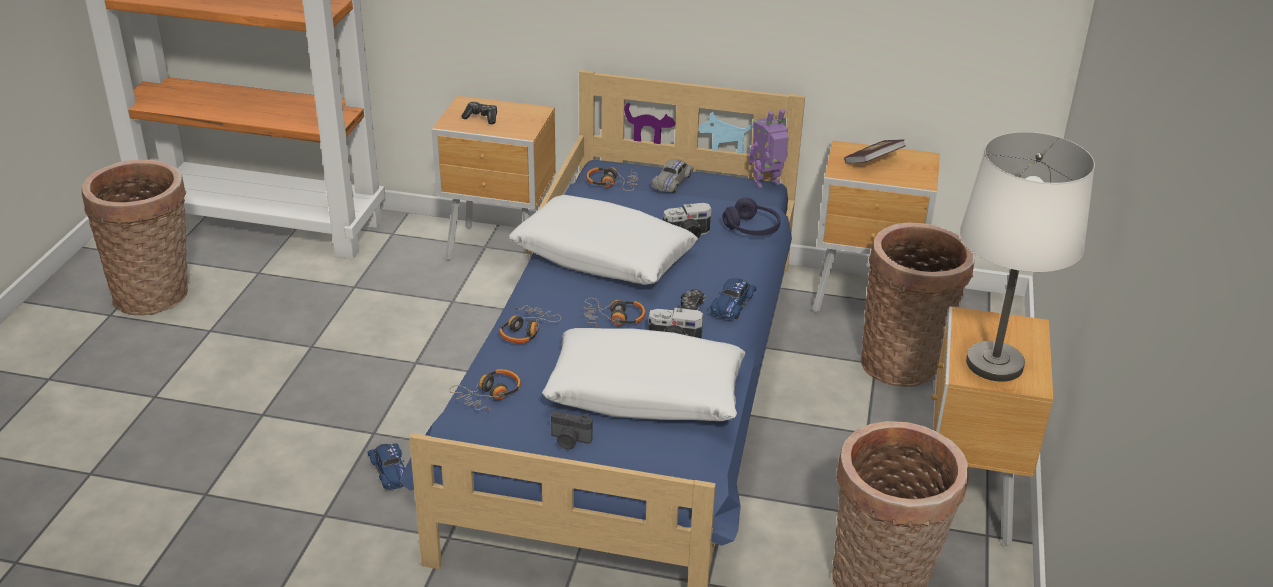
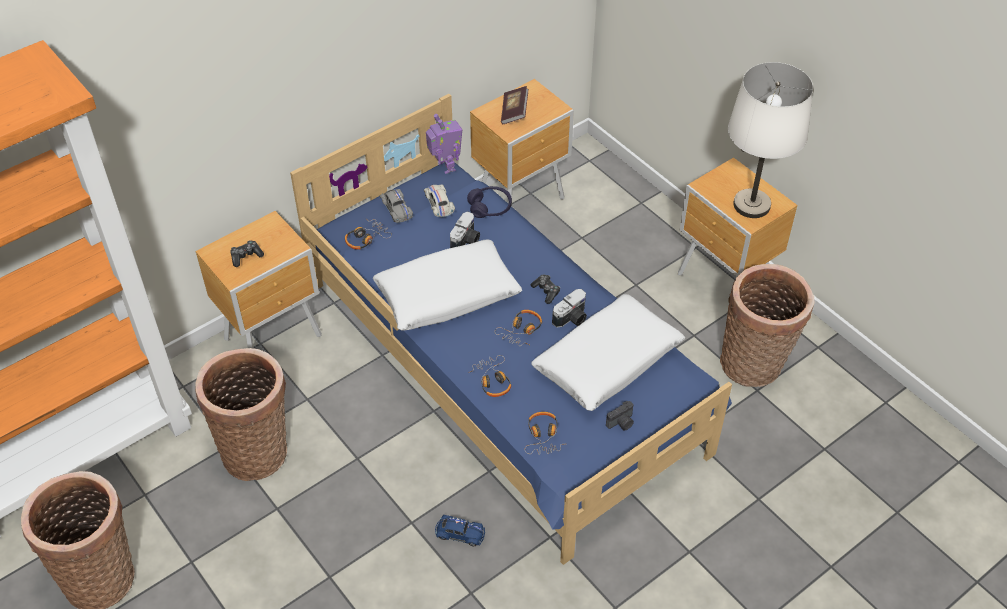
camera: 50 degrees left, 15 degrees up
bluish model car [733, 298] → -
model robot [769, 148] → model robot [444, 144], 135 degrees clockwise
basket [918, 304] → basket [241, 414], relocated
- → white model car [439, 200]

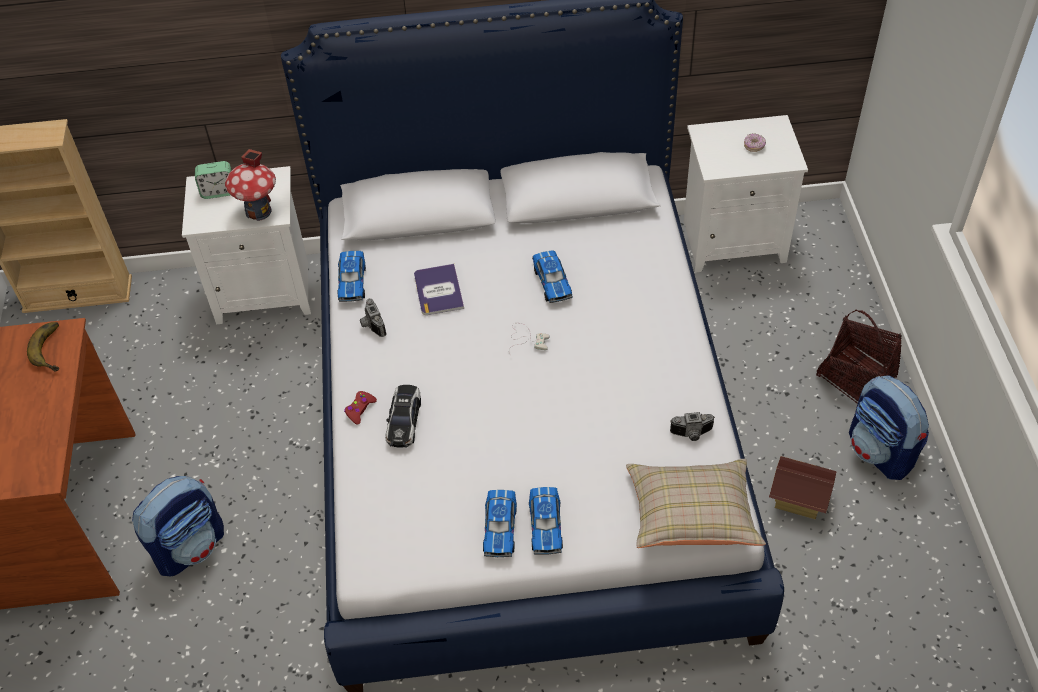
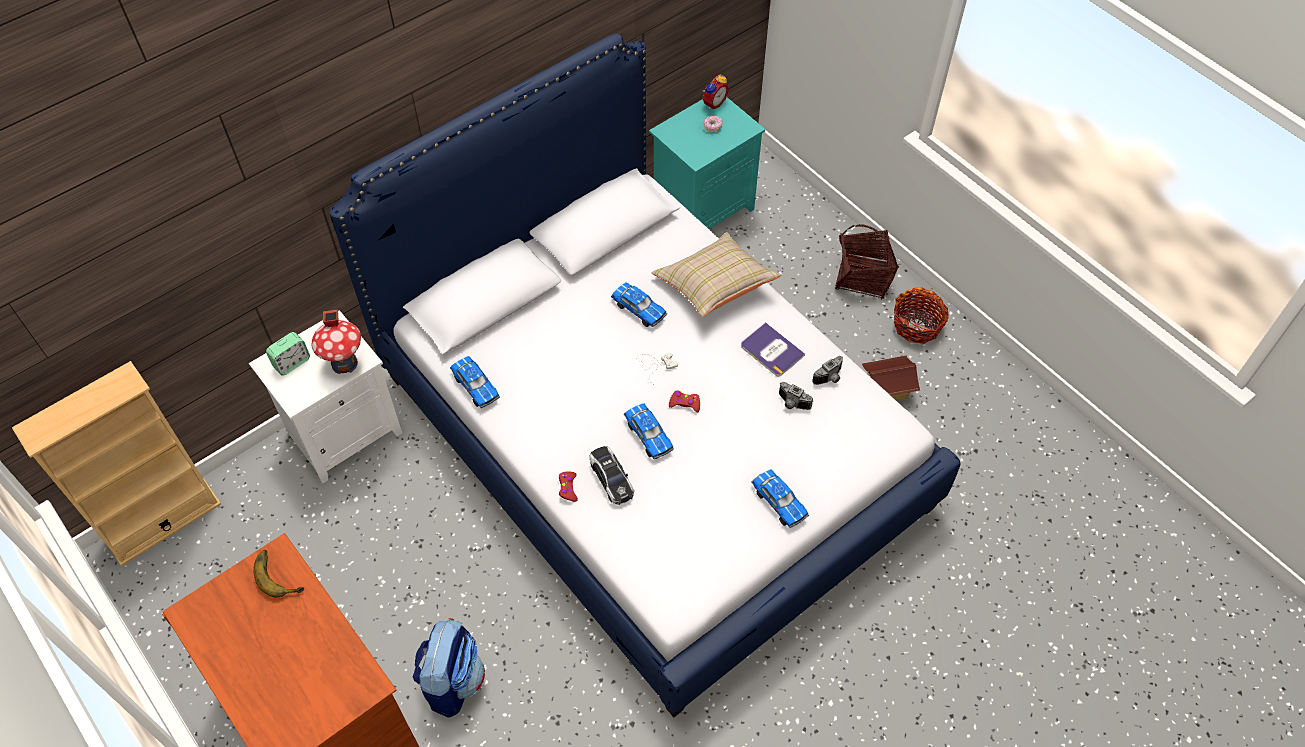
camera: 35 degrees left, 5 degrees up
photo camera [373, 318] → photo camera [796, 396], relocated
book [439, 289] → book [773, 349], relocated
model car [500, 523] → model car [649, 431], relocated
beige-coloured pillow [696, 503] → beige-coloured pillow [716, 274], relocated
white bedside table [746, 194] → turquoise bedside table [707, 163]
rucksack [889, 427] → basket [921, 315]
- → red-coloured game controller [684, 401]
- → table clock [715, 92]

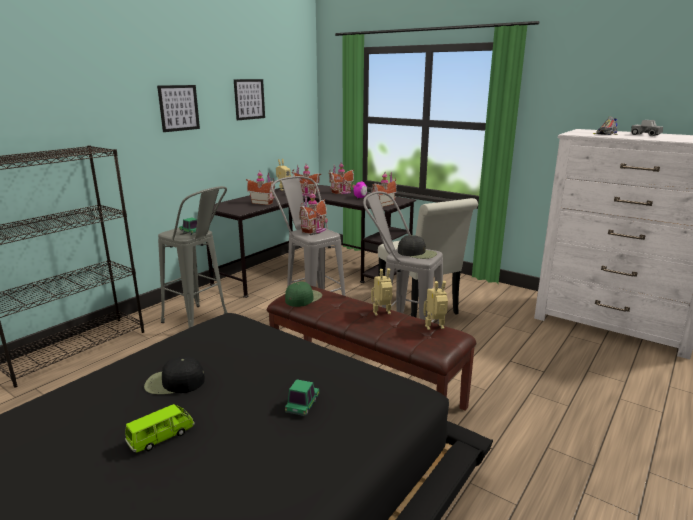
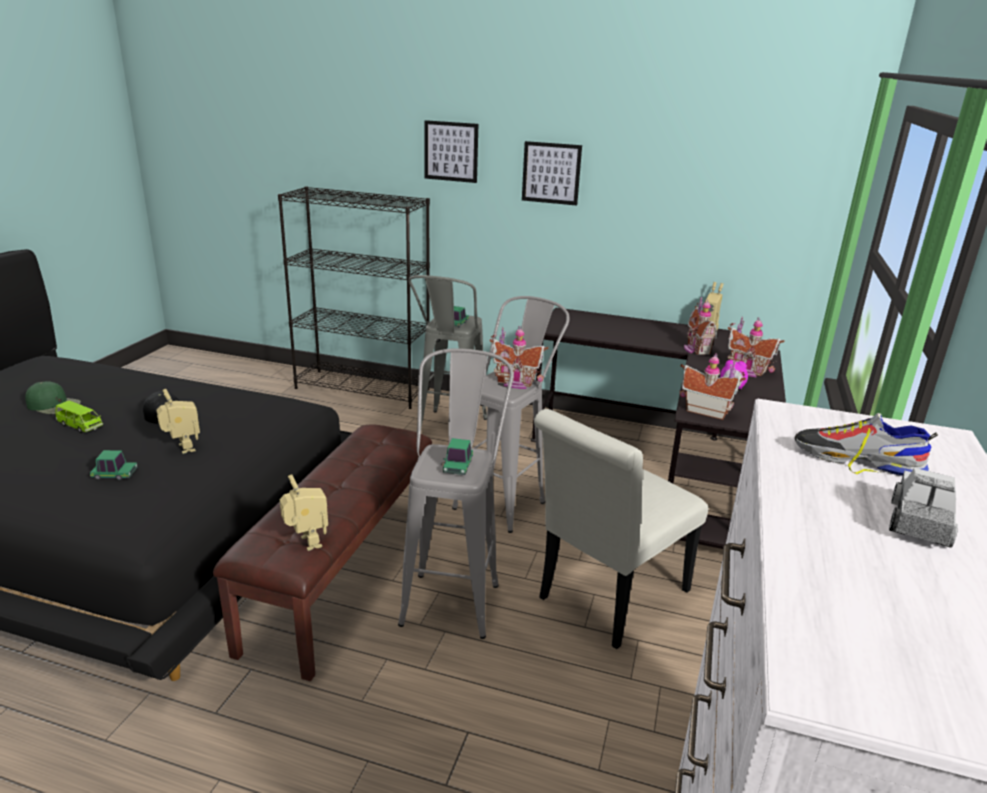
camera: 70 degrees right, 5 degrees up
wall picture [249, 99] → wall picture [451, 151], relocated
toy house [260, 188] → -
green baseball cap [303, 294] → green baseball cap [53, 397], relocated
model robot [382, 292] → model robot [178, 421], relocated
black-coloured baseball cap [417, 247] → model car [458, 456]

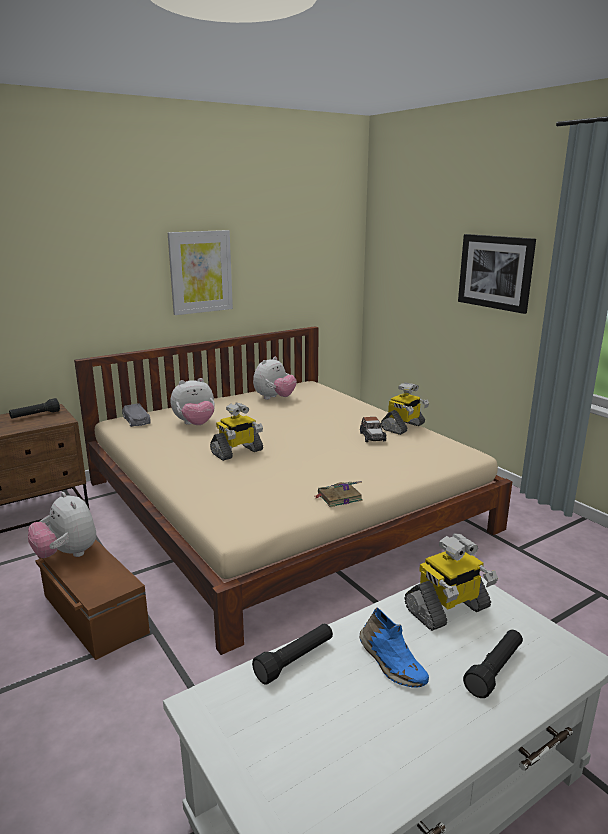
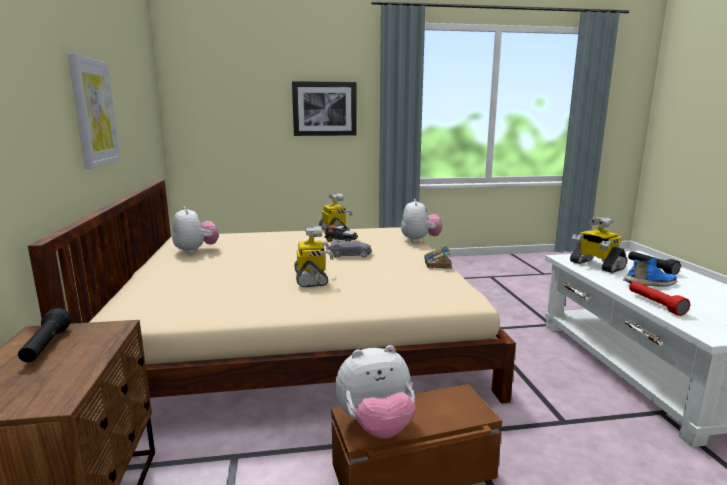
camera: 65 degrees left, 5 degrees down
grey model car [136, 415] → grey model car [350, 249], relocated
plush toy [193, 401] → plush toy [421, 221], relocated
black-coloured torch [292, 654] → red-coloured torch [659, 298]
model robot [451, 582] → model robot [598, 245], 150 degrees clockwise

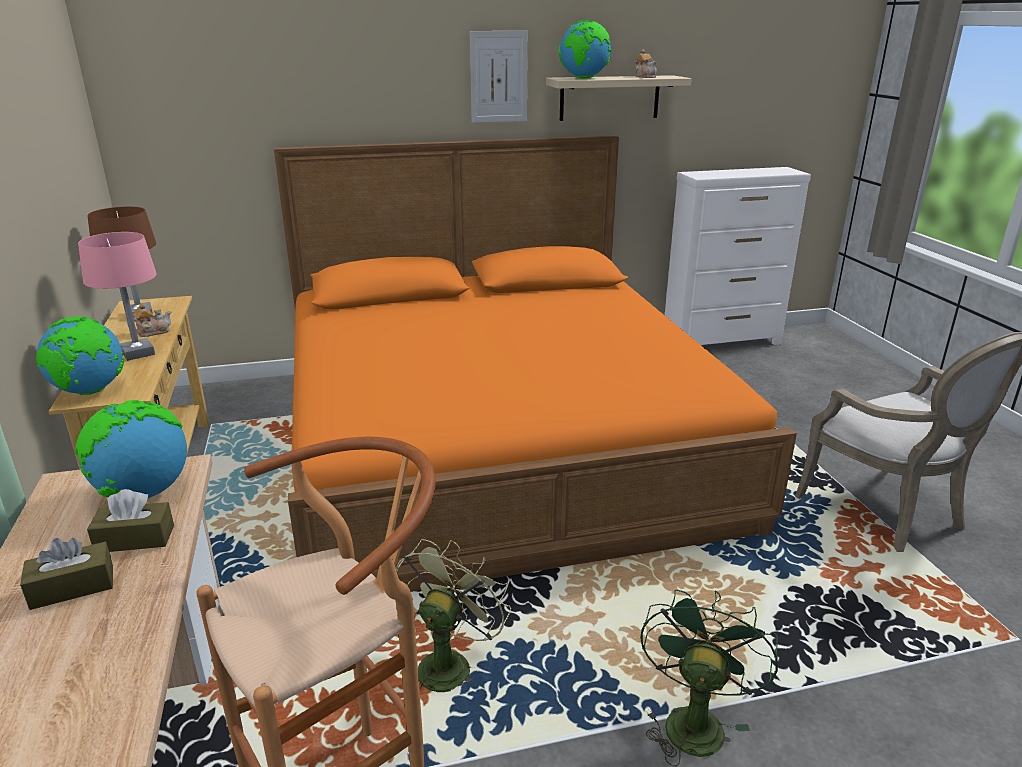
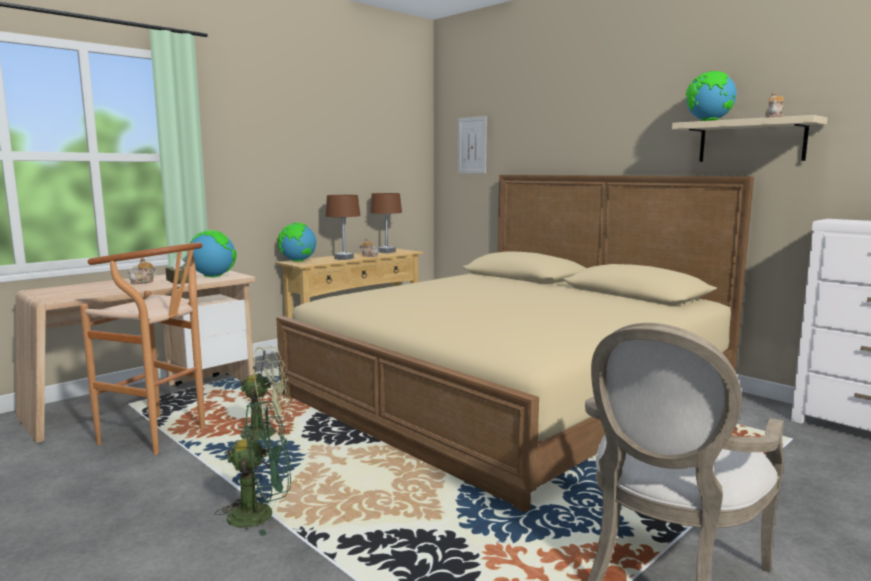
camera: 60 degrees right, 15 degrees down
brown tissue box [66, 574] → pot for tea [141, 271]
pink tabletop lamp [117, 296] → brown tabletop lamp [343, 227]
orange bedroom bed [535, 363] → beige-coloured bedroom bed [515, 343]
wall picture [499, 77] → wall picture [472, 144], relocated

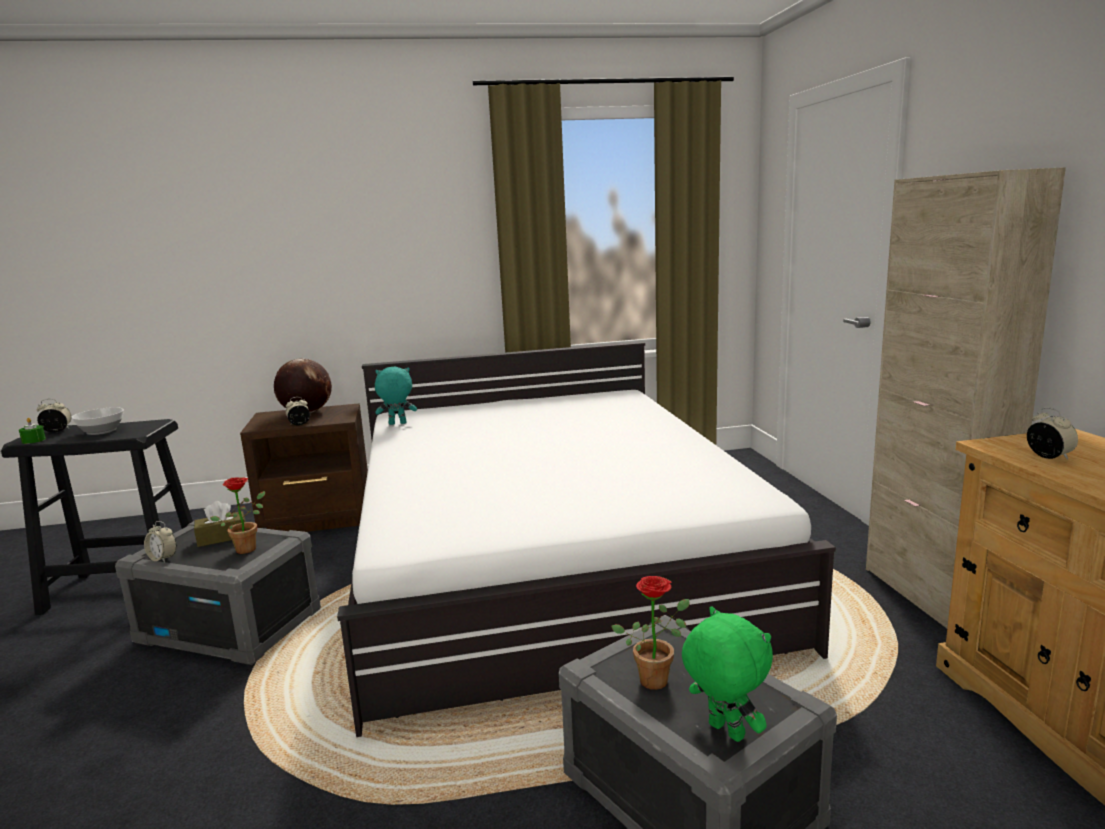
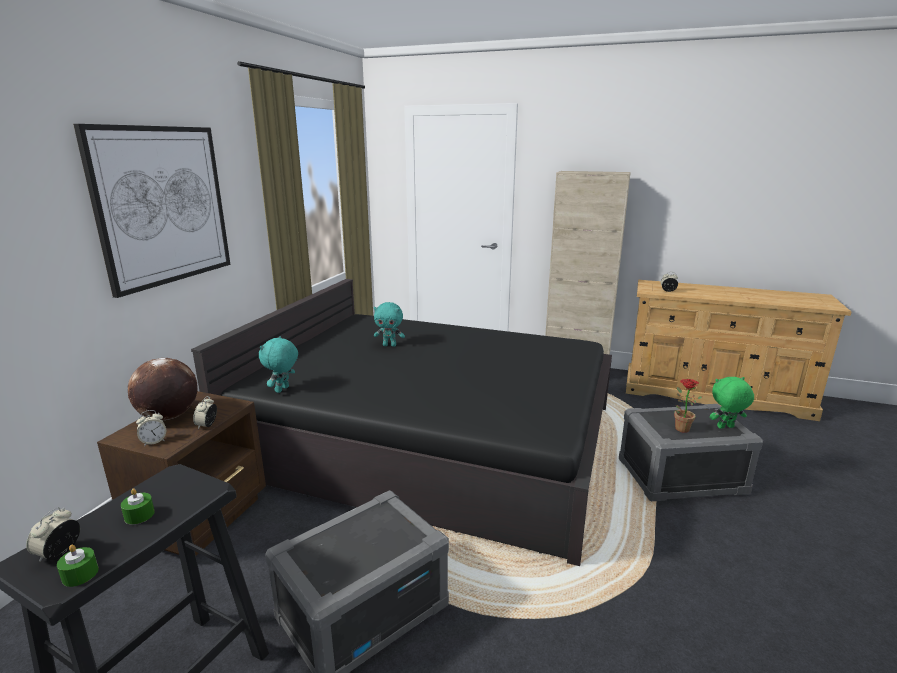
camera: 60 degrees left, 5 degrees up
bowl [97, 421] → green wax candle [138, 506]
table clock [160, 541] → table clock [151, 428], relocated
brown tissue box [220, 524] → -
houseplant [237, 515] → -
white bedroom bed [586, 539] → black-coloured bedroom bed [401, 422]
- → wall picture [152, 211]
- → turquoise plush toy [389, 324]

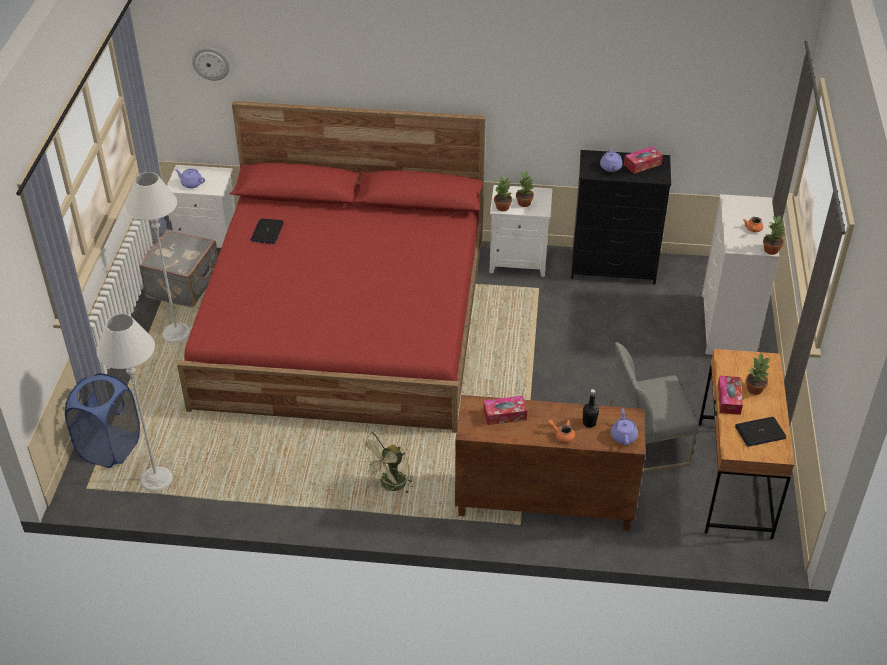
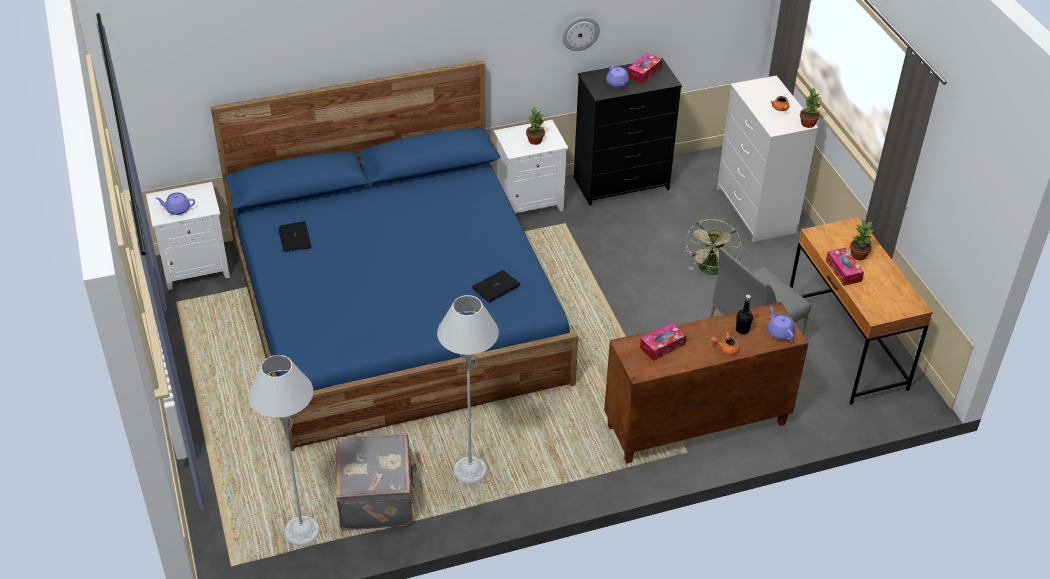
camera: 25 degrees left, 0 degrees up
bluish washing basket [102, 420] → -
grey floor lamp [158, 257] → grey floor lamp [468, 389], relocated
grey piece of luggage [178, 268] → grey piece of luggage [376, 481], relocated
red-coloured bedroom bed [331, 267] → bluish bedroom bed [394, 255]
clock on the wall [211, 64] → clock on the wall [581, 34], relocated
green fan [385, 463] → green fan [713, 247], relocated
houseplant [503, 193] → -
laptop [760, 432] → laptop [496, 286], relocated

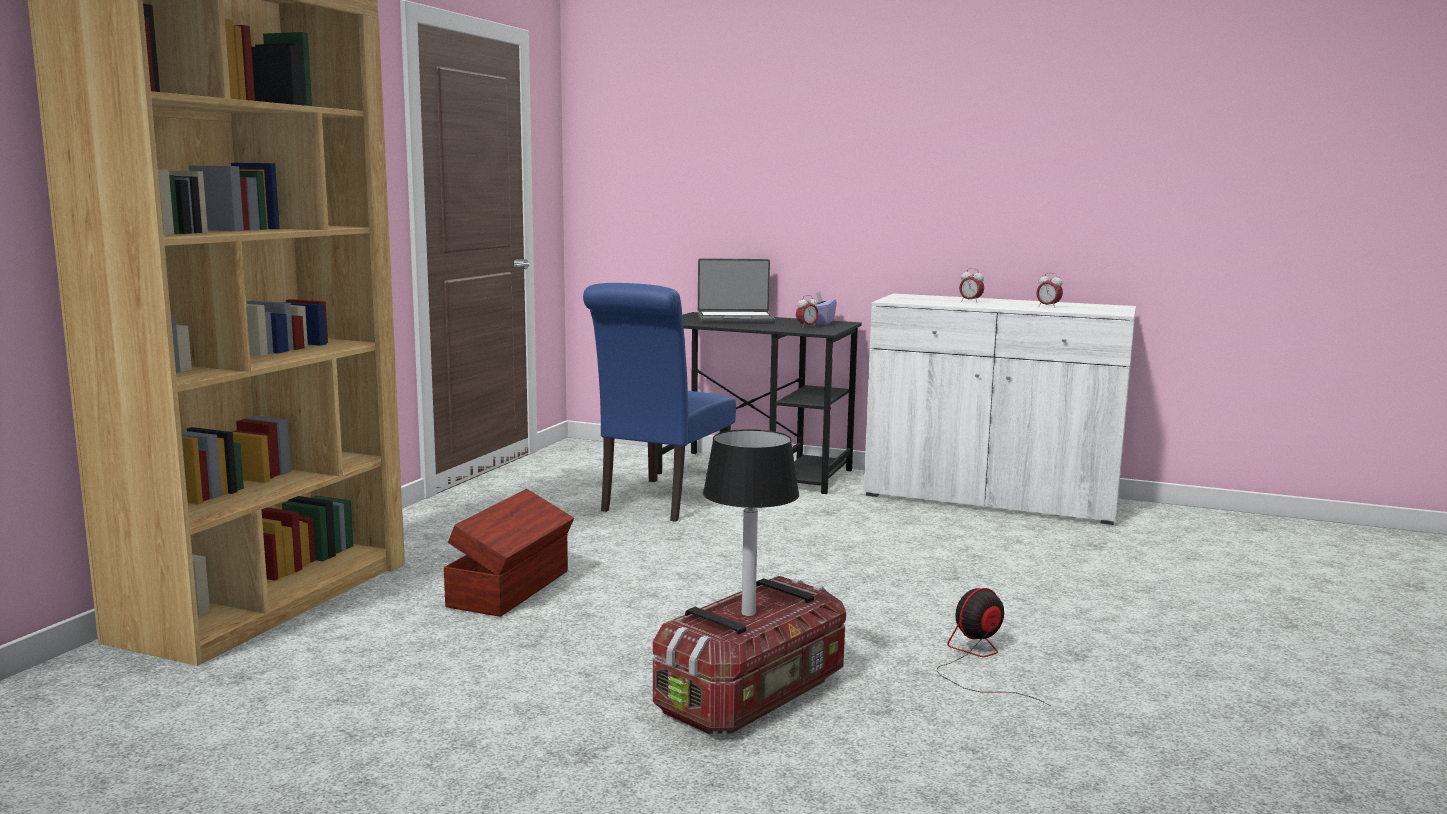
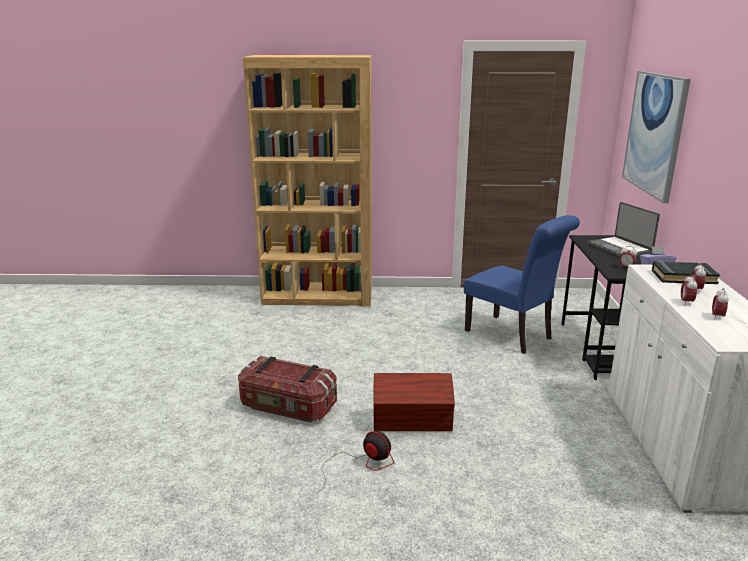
camera: 70 degrees right, 10 degrees up
brown storage box [509, 553] → brown storage box [414, 402], relocated
bluish upright chair [659, 402] → bluish upright chair [522, 284], 135 degrees counterclockwise
tabletop lamp [751, 522] → -
- → wall picture [656, 137]
- → black-coloured book [686, 272]
- → table clock [689, 289]

